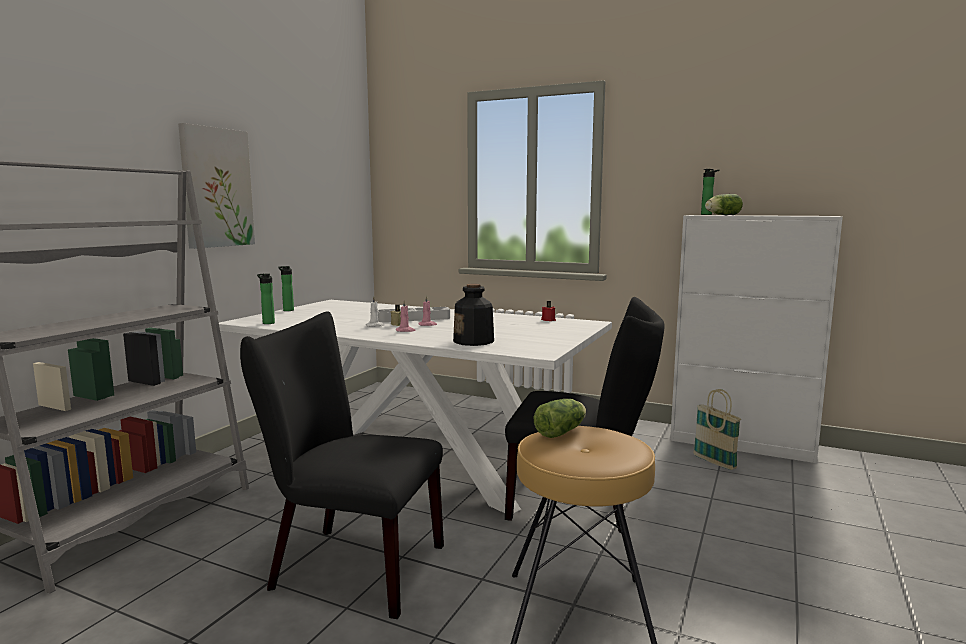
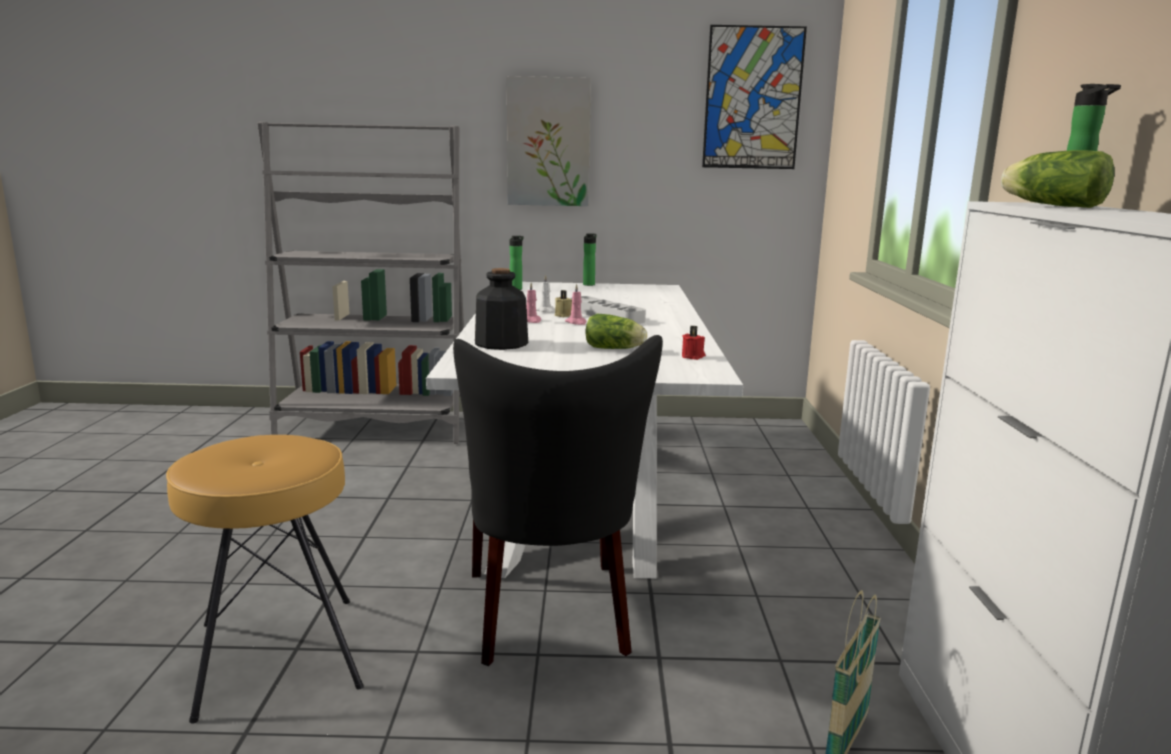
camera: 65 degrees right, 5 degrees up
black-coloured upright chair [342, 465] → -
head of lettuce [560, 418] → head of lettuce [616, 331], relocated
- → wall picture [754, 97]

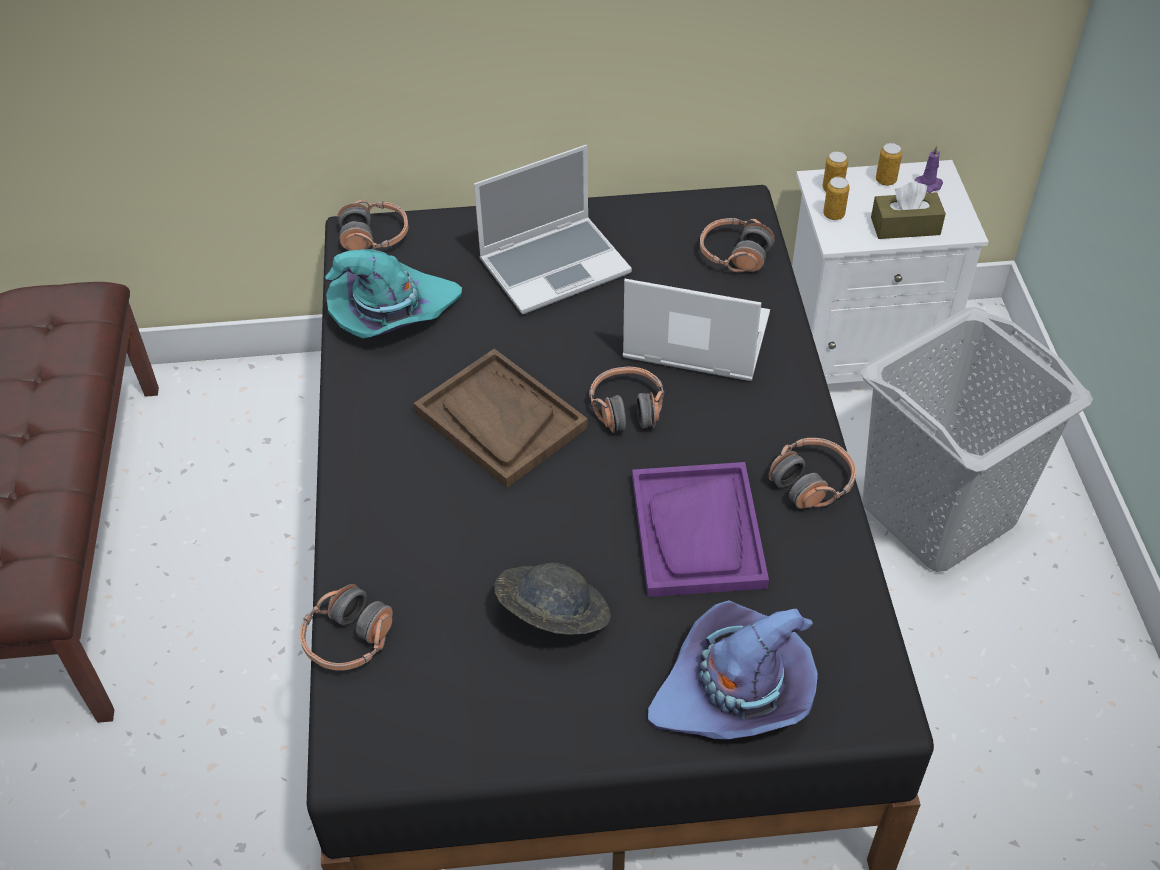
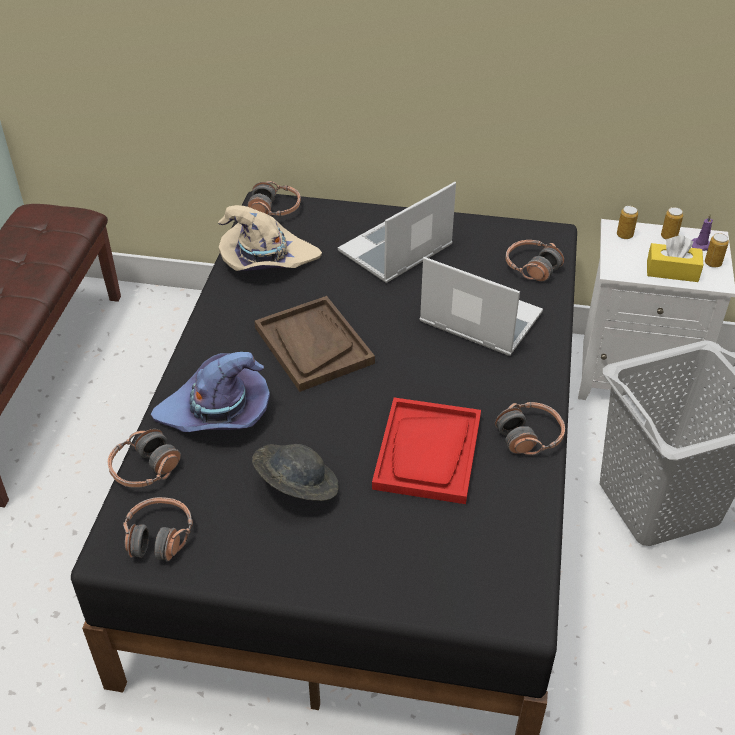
camera: 15 degrees right, 5 degrees down
turquoise wearable hat [393, 293] → beige-coloured wearable hat [270, 238]
laptop [553, 229] → laptop [397, 232], 150 degrees clockwise
headphones [626, 400] → headphones [158, 529], relocated
purplish serving tray [700, 529] → red-coloured serving tray [426, 450]
purplish wearable hat [733, 669] → purplish wearable hat [210, 392], relocated
can [836, 198] → can [717, 250], relocated
brown tissue box [908, 210] → yellow-coloured tissue box [675, 258]

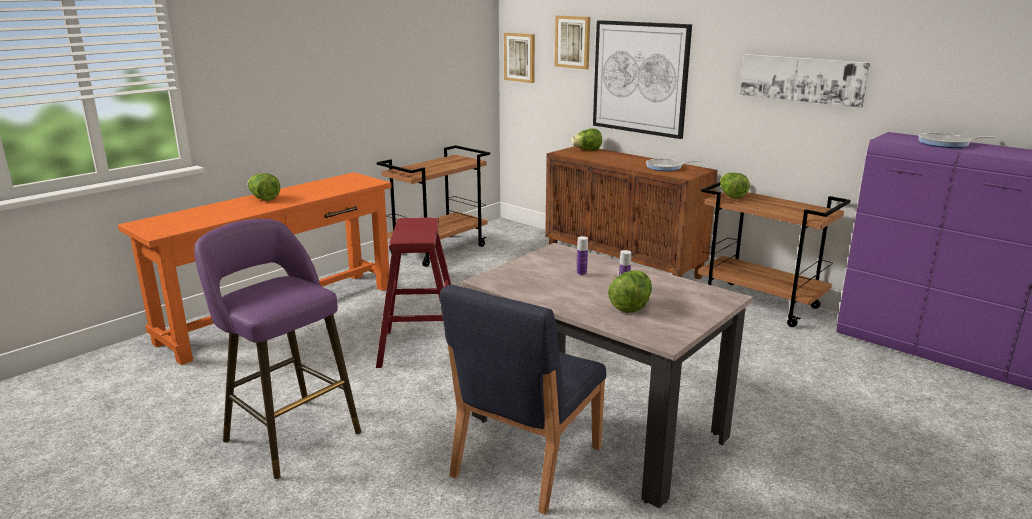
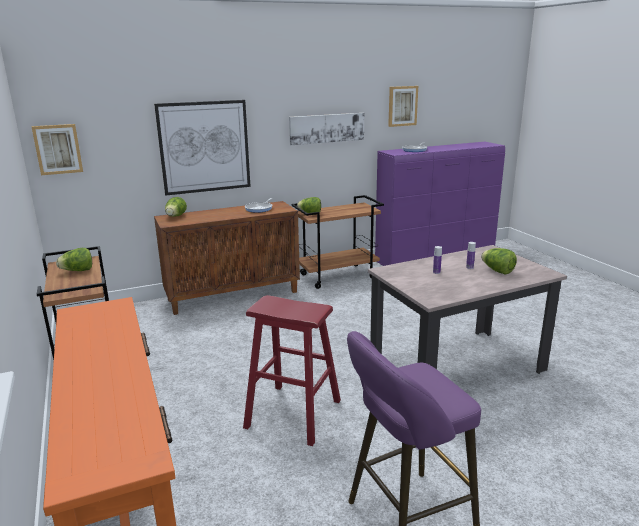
camera: 65 degrees left, 0 degrees up
head of lettuce [264, 187] → head of lettuce [74, 259], relocated
bluish upright chair [523, 400] → -
wall picture [572, 42] → wall picture [403, 106], relocated

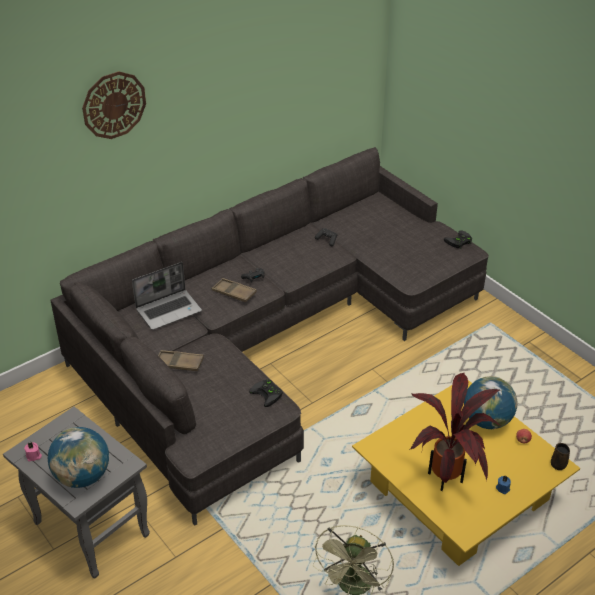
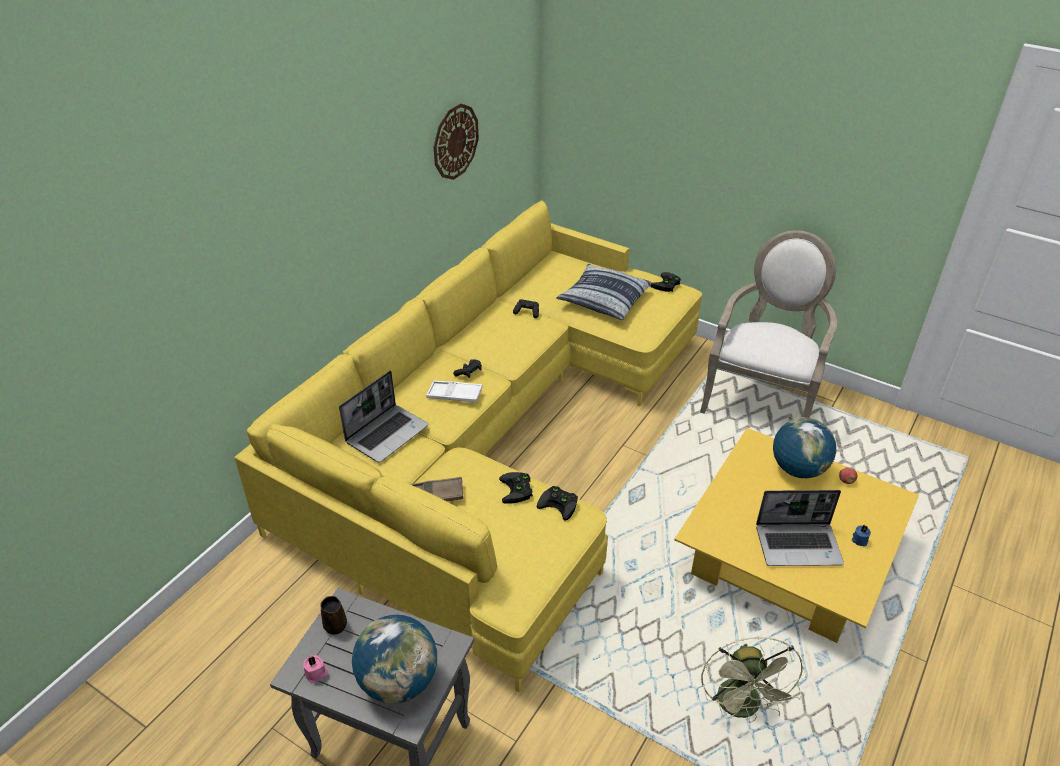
camera: 20 degrees left, 0 degrees up
grey settee [269, 336] → yellow-coloured settee [468, 446]
clock on the wall [114, 105] → clock on the wall [456, 141], relocated
brown serving tray [234, 290] → white serving tray [454, 391]
houseplant [455, 432] → laptop [800, 528]
brown tea mug [560, 456] → brown tea mug [334, 615], relocated
- → black-coloured game controller [516, 488]
- → pillow [604, 292]
- → lounge chair [768, 324]

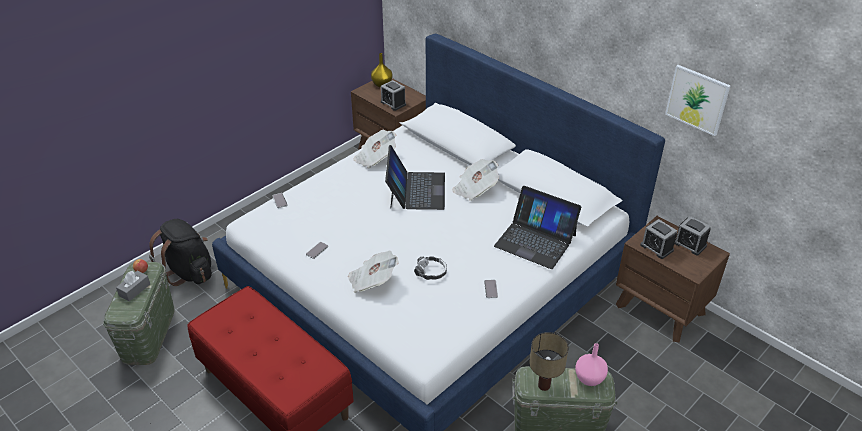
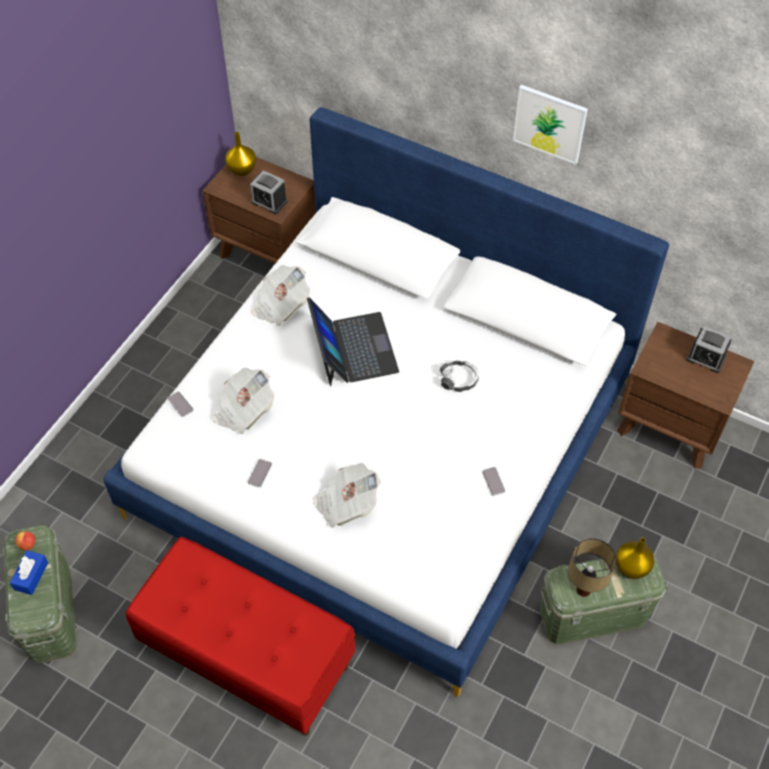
camera: 15 degrees left, 15 degrees up
grey tissue box [133, 286] → bluish tissue box [29, 572]
black-coloured rucksack [180, 252] → -
headphones [430, 268] → headphones [459, 376], relocated
daily paper [475, 179] → daily paper [243, 400], relocated
laptop [537, 227] → -
pink vase [591, 364] → yellow-coloured vase [635, 558]
table clock [658, 239] → -
wall picture [698, 100] → wall picture [550, 125], relocated

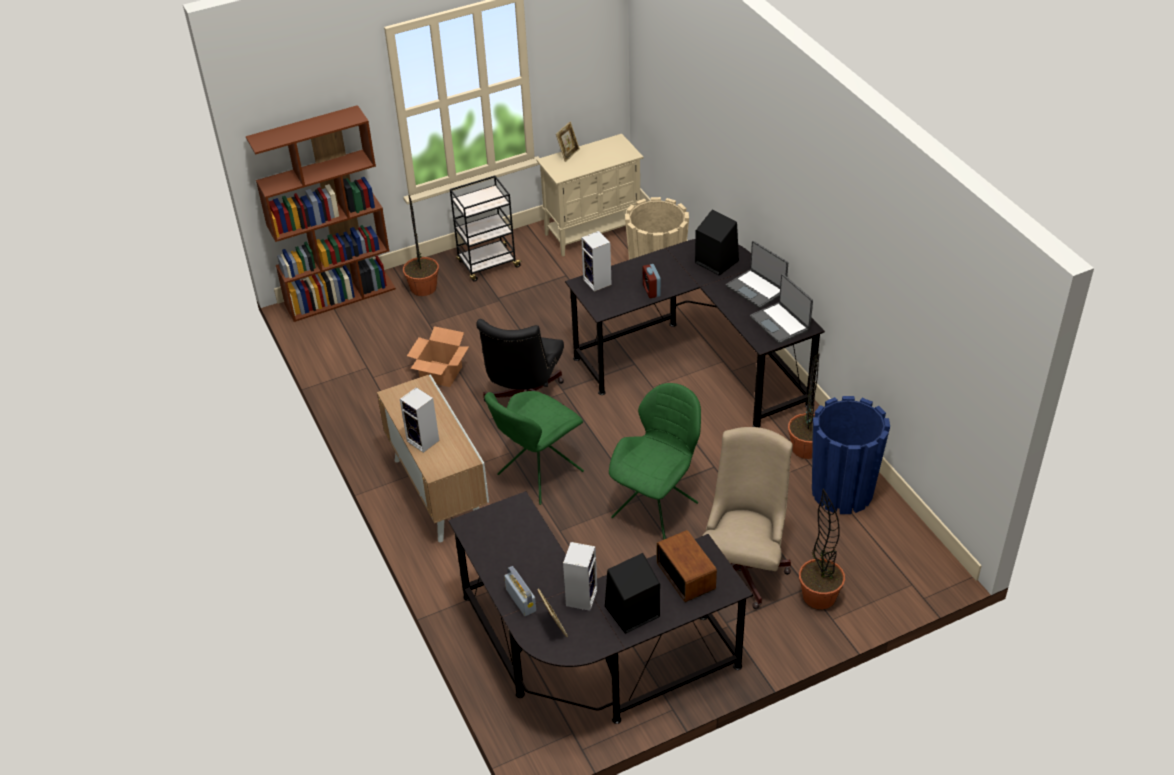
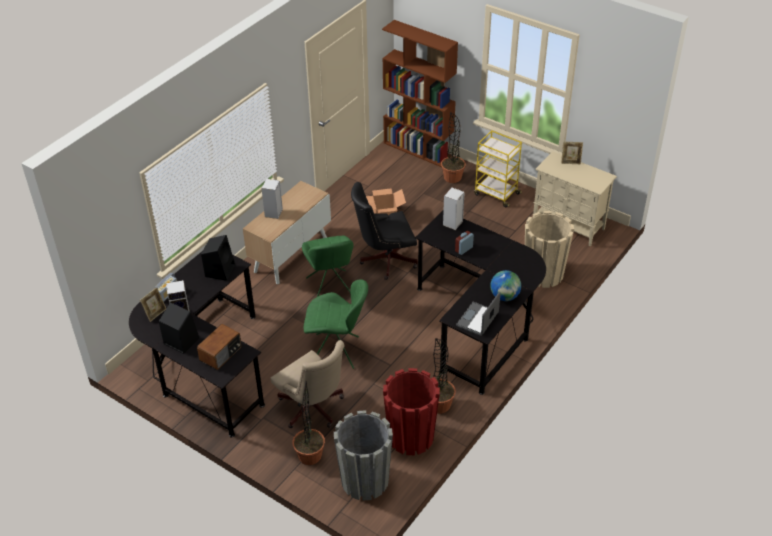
camera: 60 degrees right, 0 degrees up
black-coloured wheeled cart [486, 228] → yellow-coloured wheeled cart [498, 169]
green upright chair [534, 448] → green upright chair [328, 266], 120 degrees counterclockwise
black-coloured audio speaker [717, 243] → black-coloured audio speaker [218, 258], relocated
beige-coloured computer chair [748, 518] → beige-coloured computer chair [307, 384], 60 degrees clockwise
laptop [757, 275] → world globe [505, 285]
bluish flower pot [851, 455] → red-coloured flower pot [411, 411]
- → grey flower pot [363, 455]

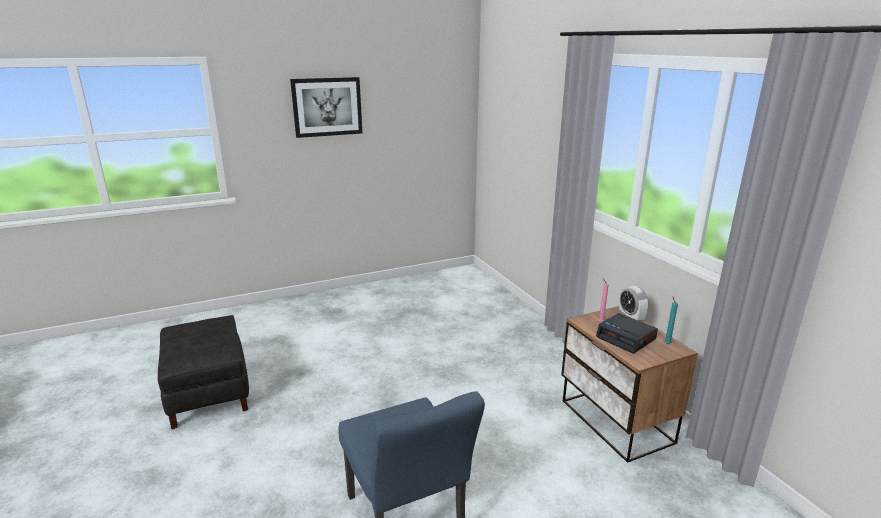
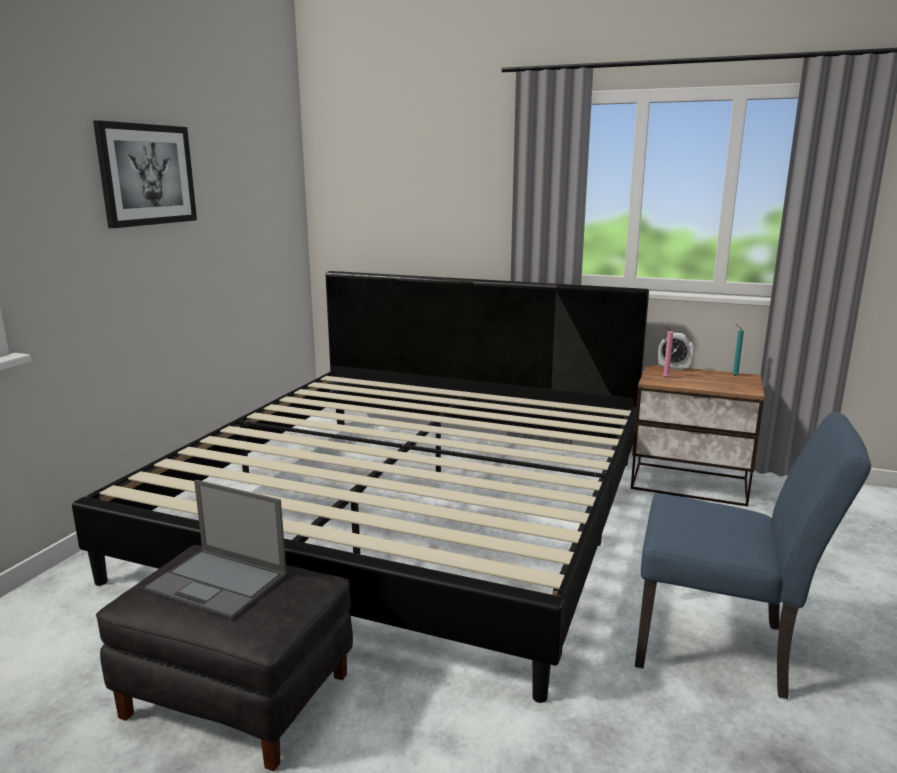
camera: 45 degrees left, 5 degrees down
table clock [627, 333] → -
- → bedroom bed [360, 487]
- → laptop [215, 549]

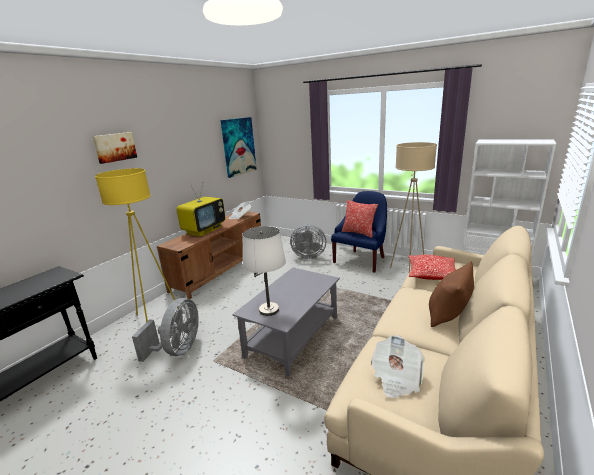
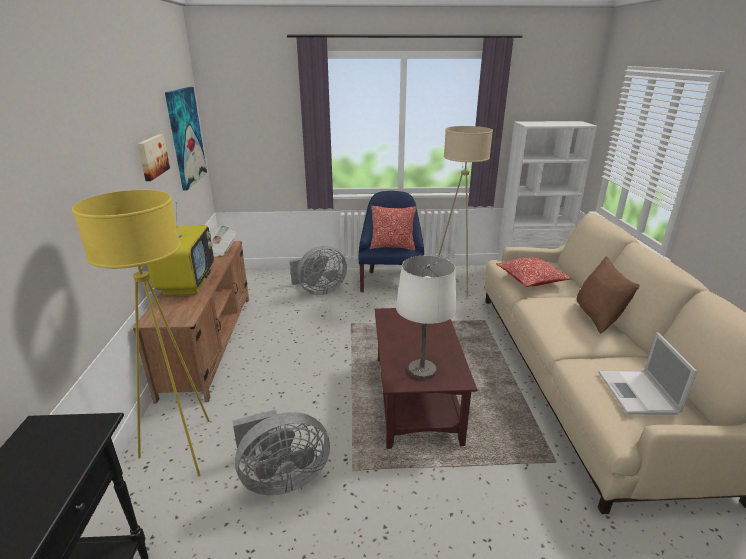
camera: 35 degrees left, 5 degrees up
wall picture [114, 148] → wall picture [153, 157], relocated
grey fan [165, 330] → grey fan [281, 452], 90 degrees clockwise
grey low table [286, 322] → brown low table [426, 378]
daily paper [398, 366] → laptop [647, 373]

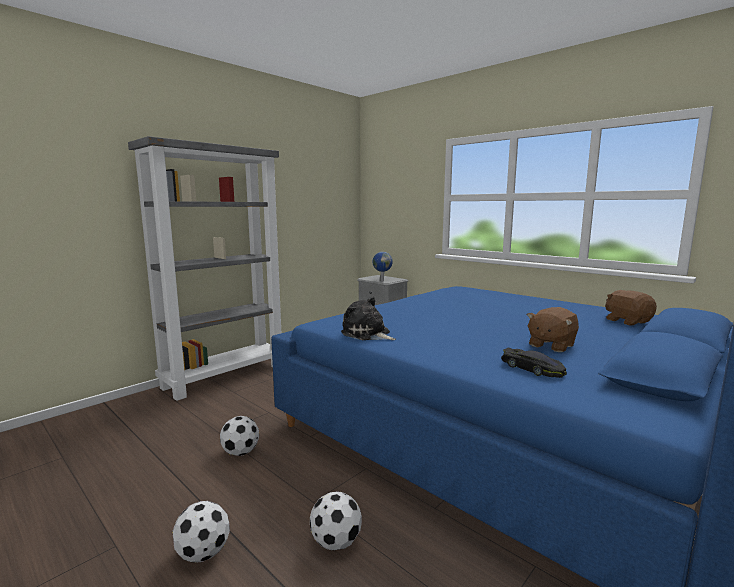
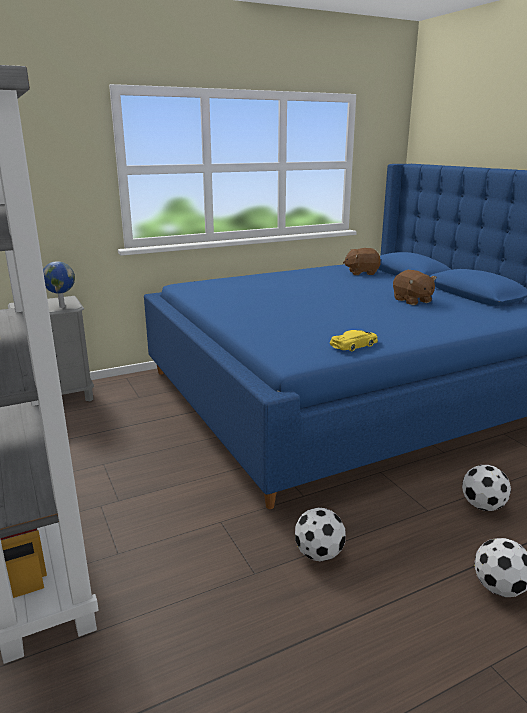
camera: 70 degrees left, 10 degrees up
plush toy [368, 318] → yellow-coloured model car [354, 340]
black-coloured model car [534, 363] → -

